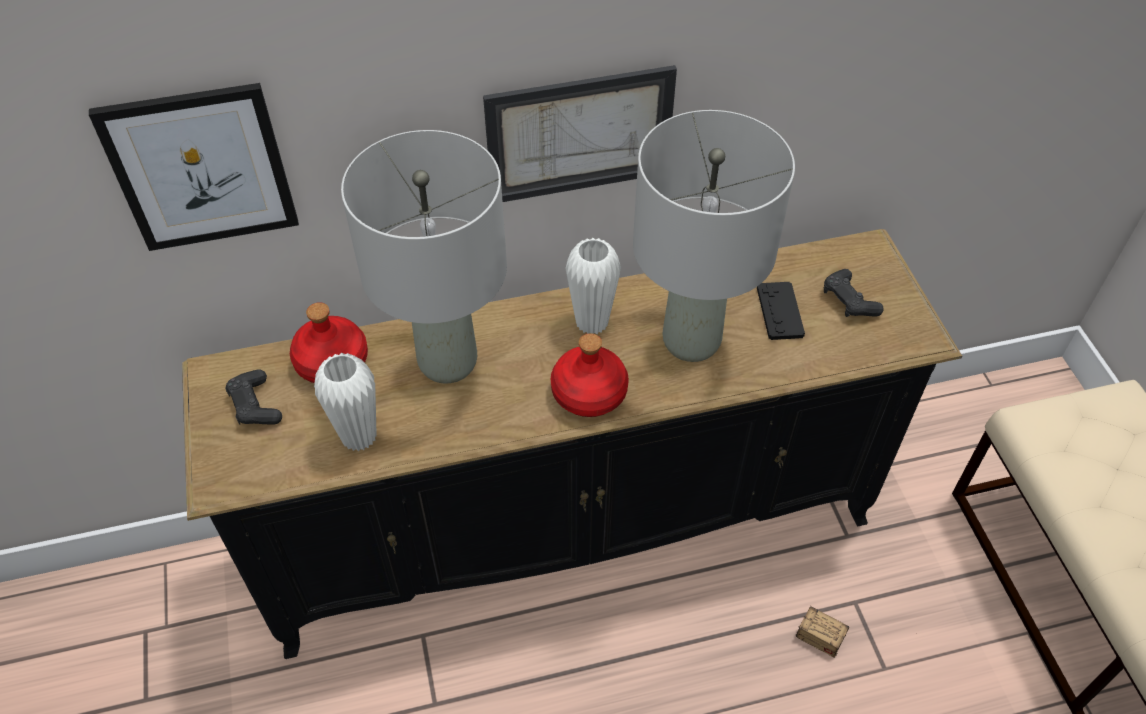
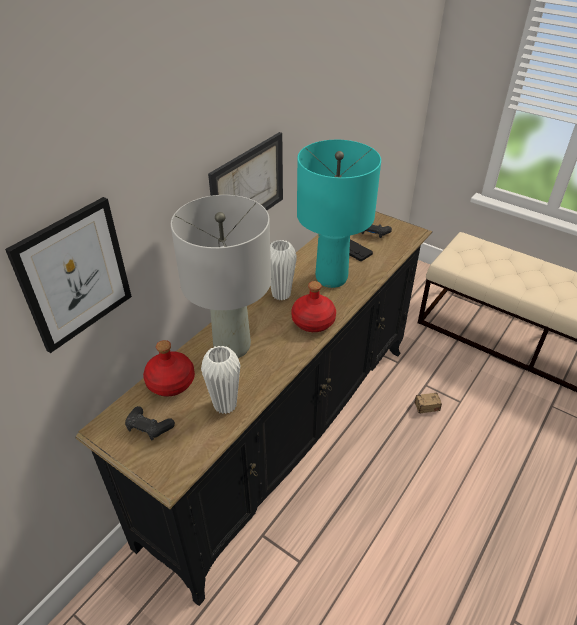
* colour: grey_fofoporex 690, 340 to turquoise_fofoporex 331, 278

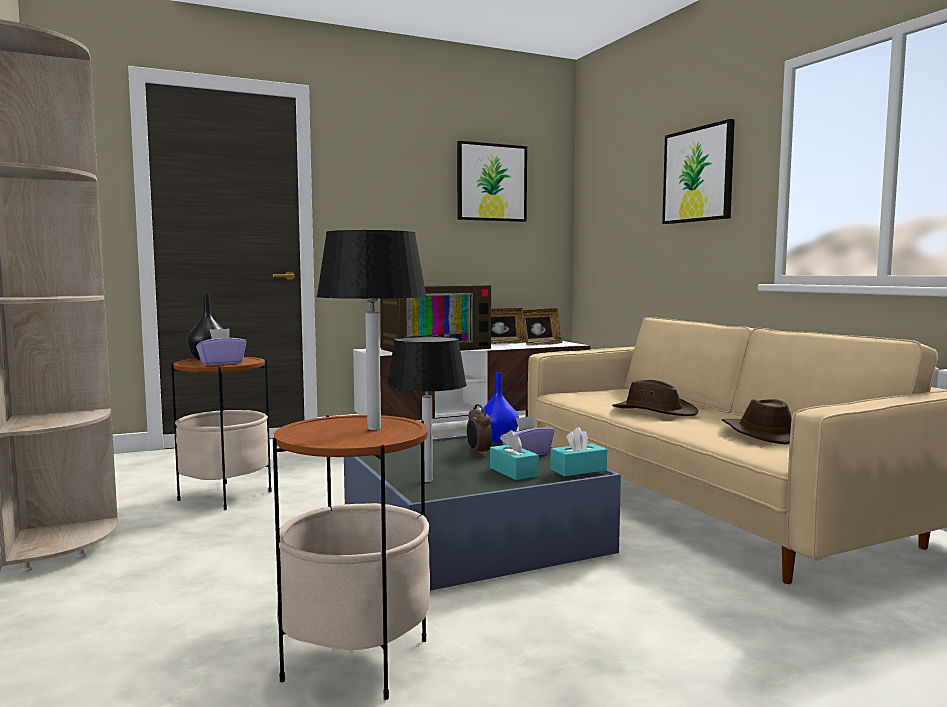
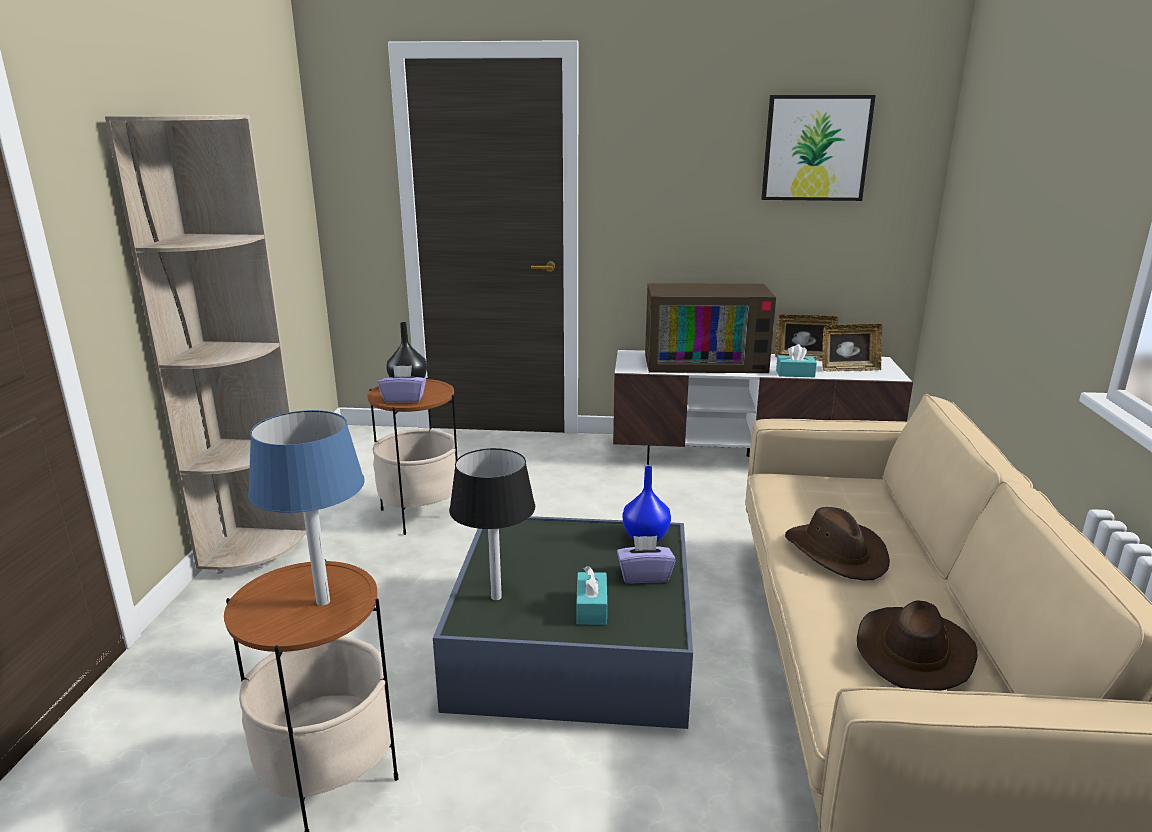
* colour: black_fofoporex 373, 428 to blue_fofoporex 323, 601
* relocated: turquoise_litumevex 578, 470 to 795, 374
* missing: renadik 478, 453
* missing: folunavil 698, 175

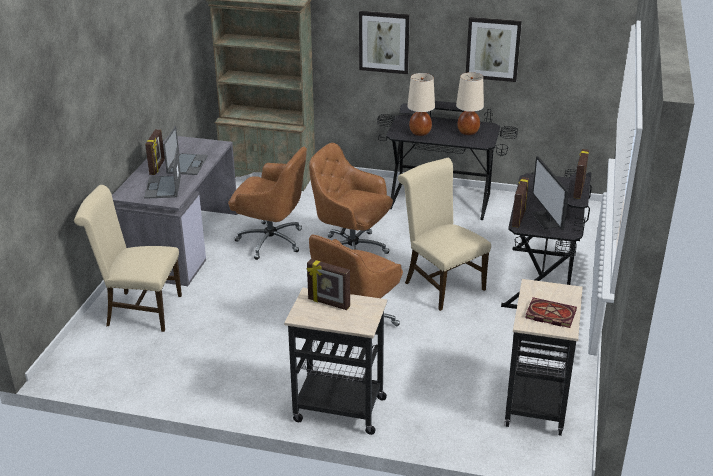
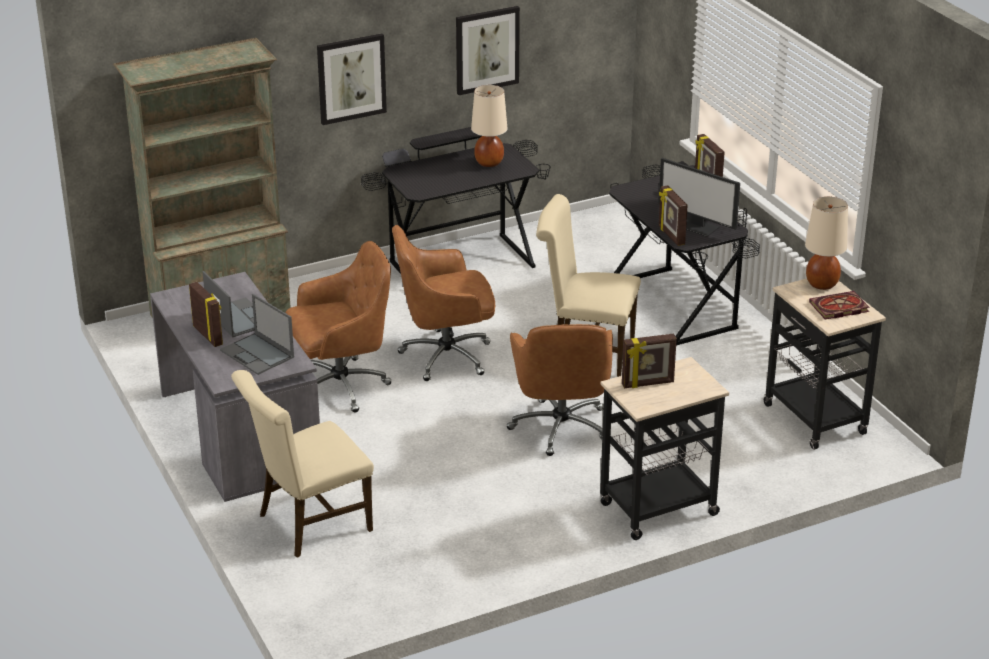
* relocated: beige_fofoporex 420, 133 to 822, 284

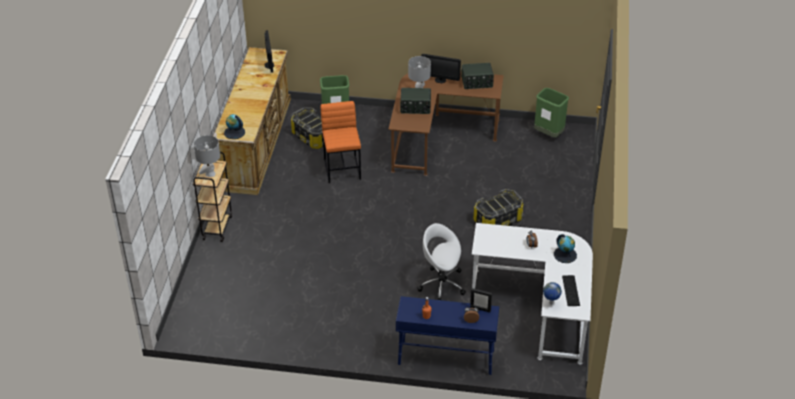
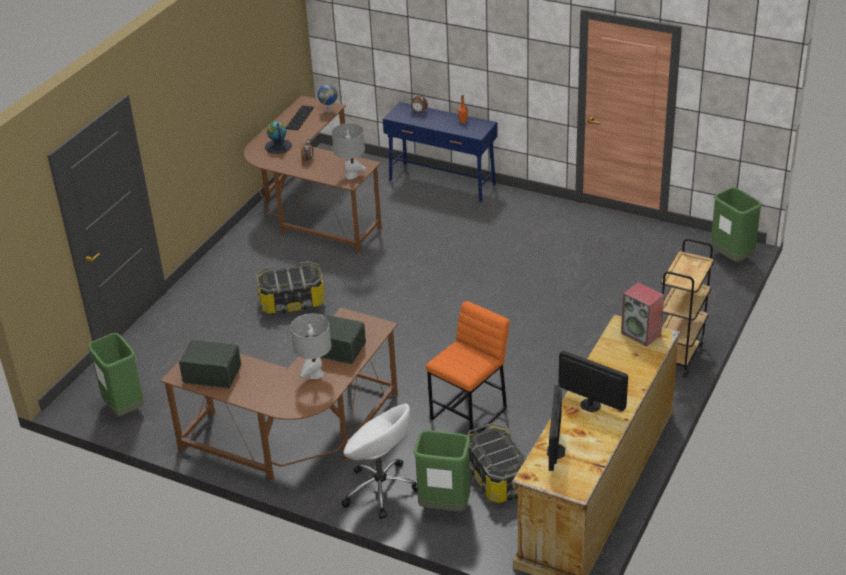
* colour: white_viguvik 539, 307 to brown_viguvik 312, 208
* relocated: grey_fofoporex 210, 174 to 351, 176
* relocated: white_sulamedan 441, 285 to 382, 490
* spun: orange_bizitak 342, 168 = 469, 412 150 degrees counterclockwise
* relocated: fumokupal 440, 80 to 590, 405
* exchanged: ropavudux 234, 132 to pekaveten 641, 334
* appeared: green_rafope 731, 257
* missing: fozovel 480, 308

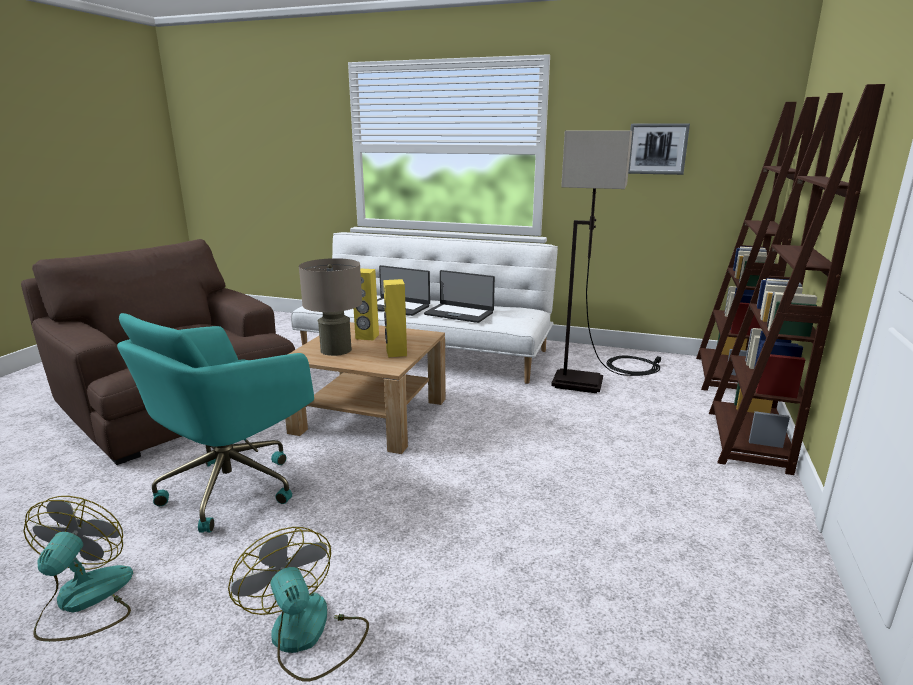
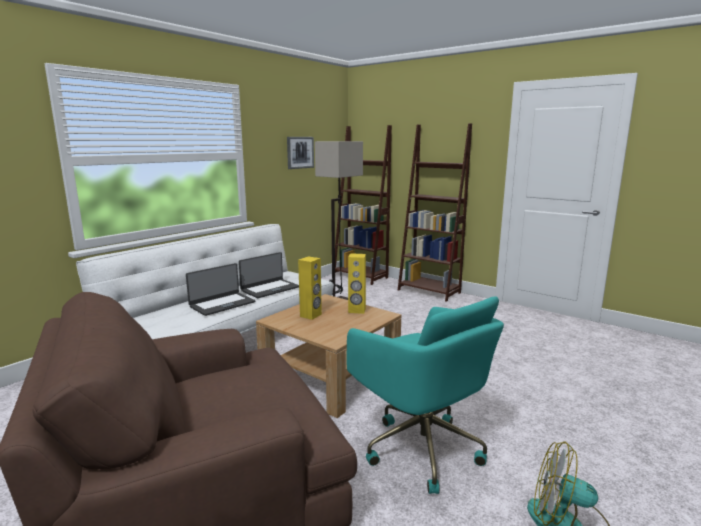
* missing: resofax 307, 636
* missing: beige_fofoporex 336, 350

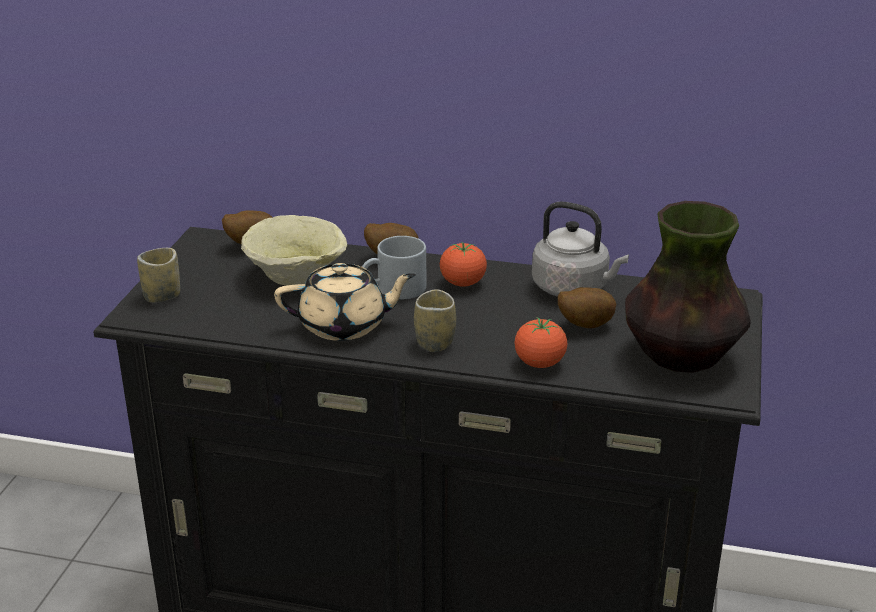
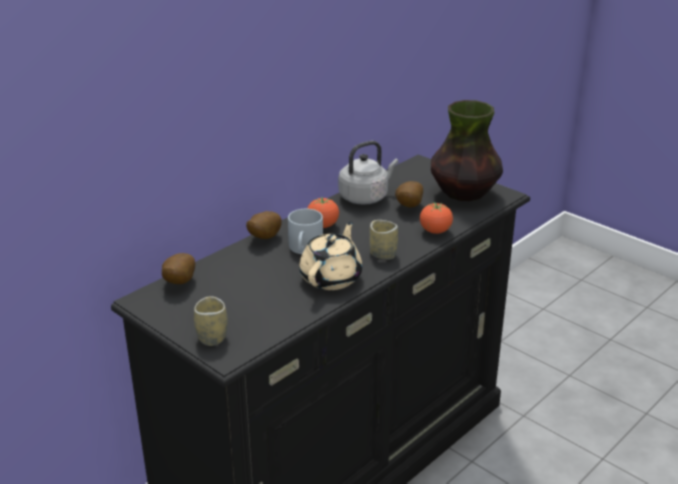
* missing: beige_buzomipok 297, 275

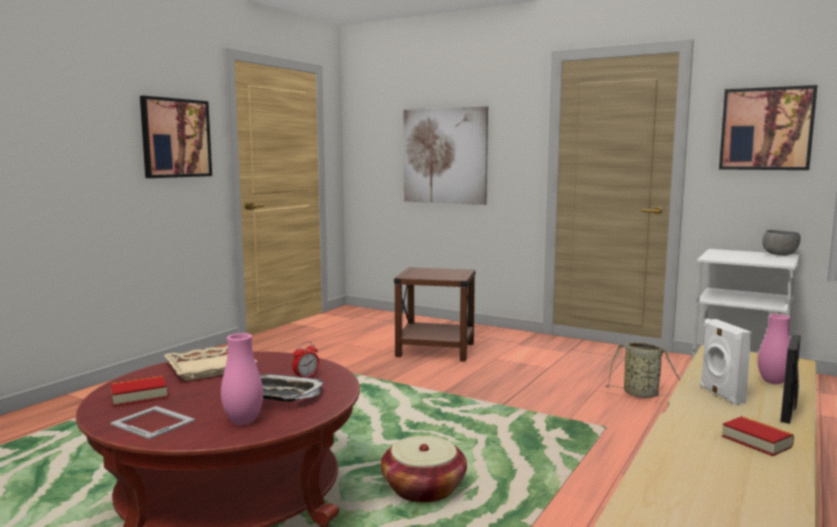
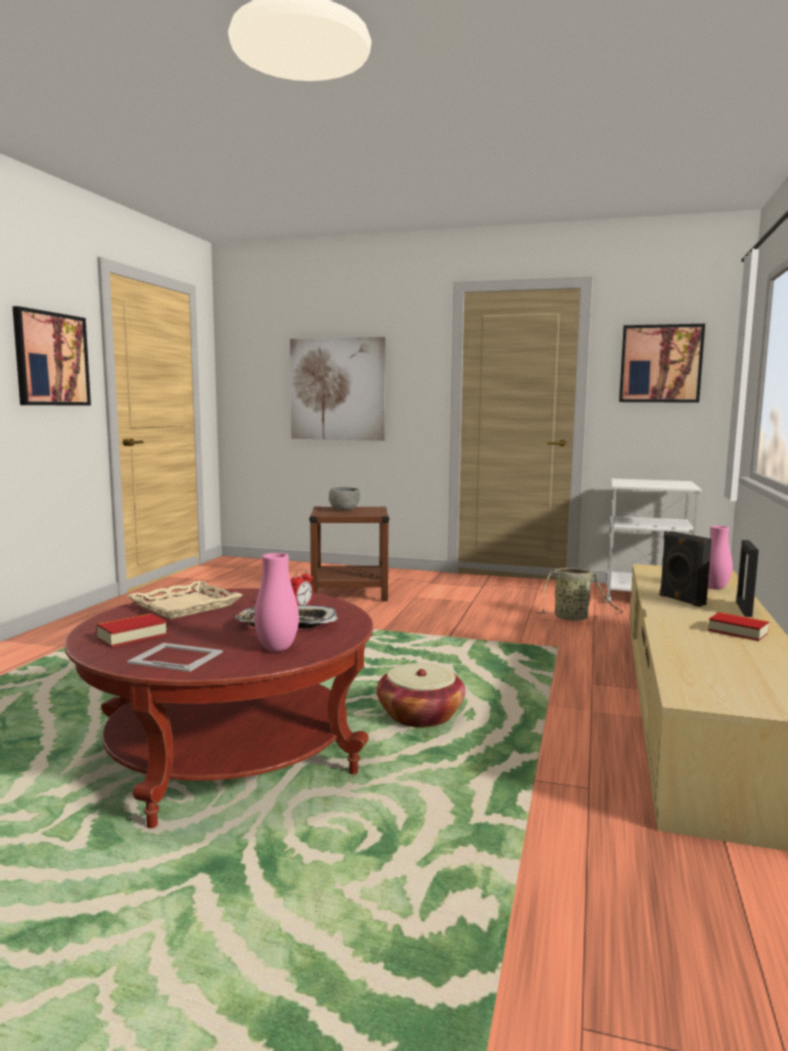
* relocated: grey_buzomipok 780, 255 to 345, 510
* colour: white_pekaveten 720, 394 to black_pekaveten 681, 600

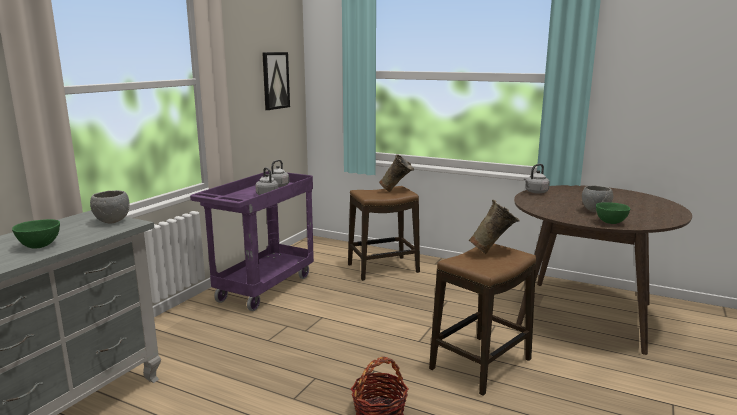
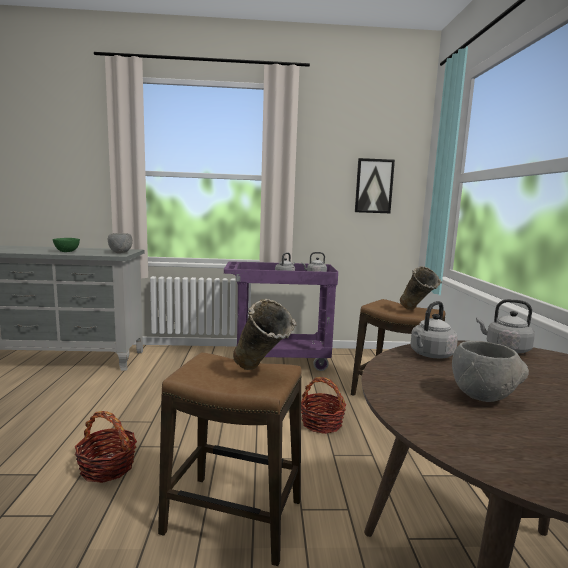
* appeared: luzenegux 322, 423
* appeared: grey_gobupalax 430, 355
* missing: green_buzomipok 611, 223

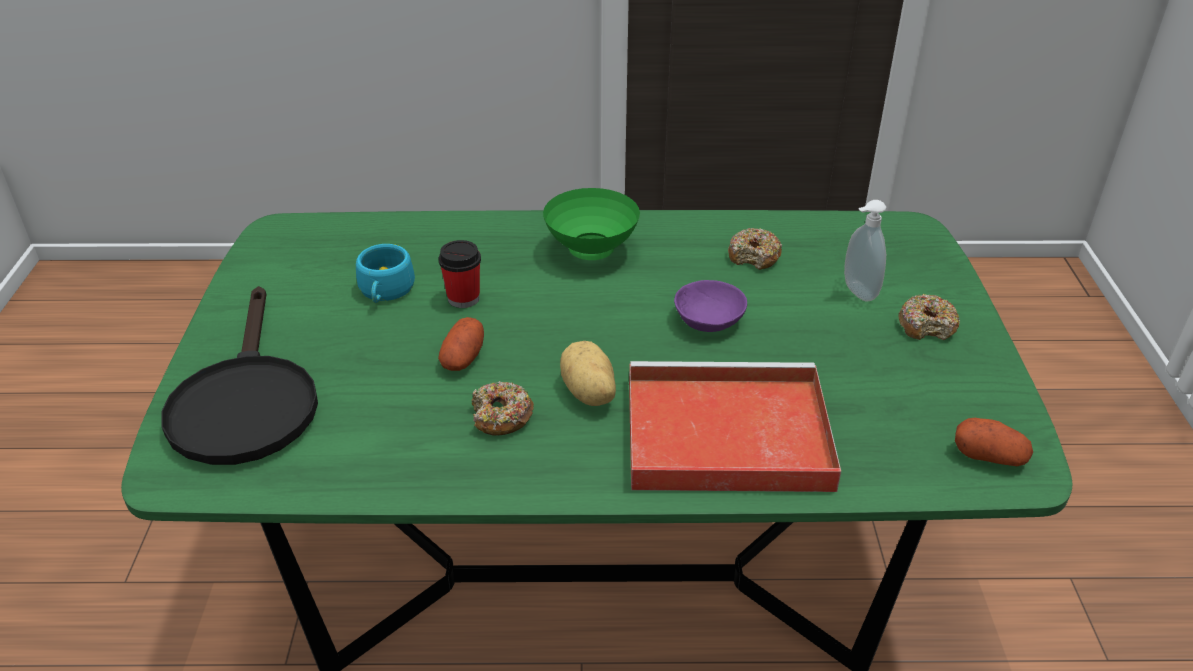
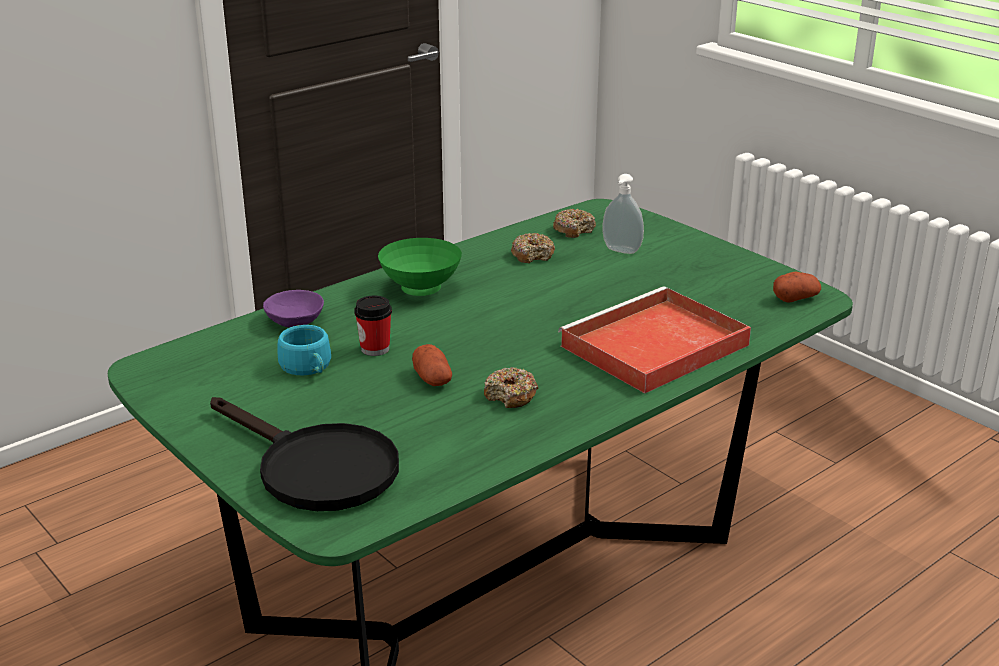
* relocated: purple_buzomipok 710, 321 to 297, 321
* relocated: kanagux 927, 326 to 574, 230
* missing: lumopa 587, 393

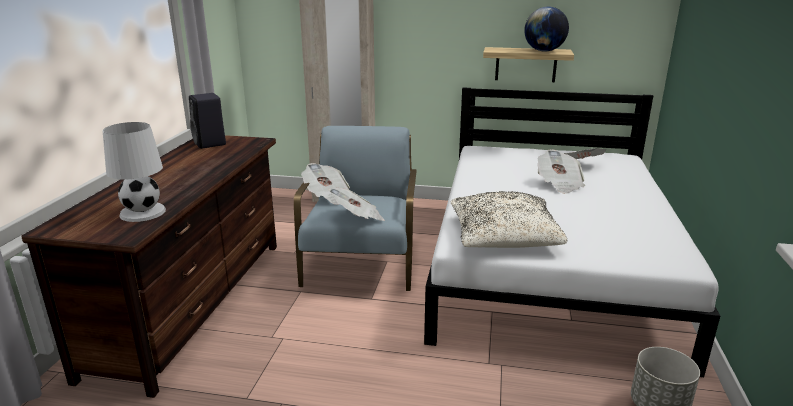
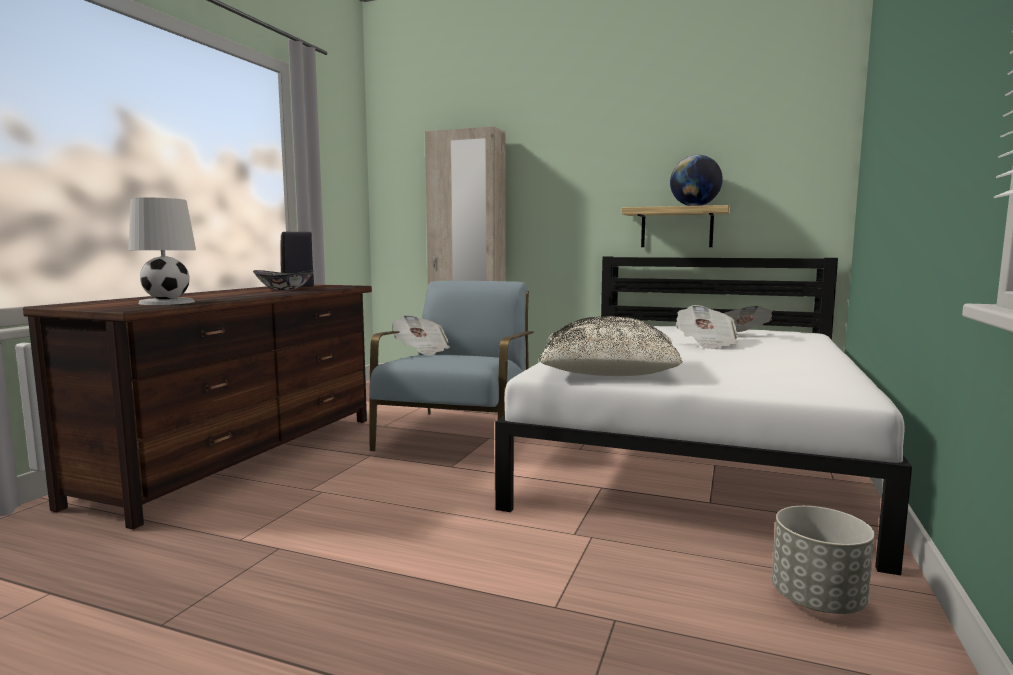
* appeared: buzomipok 284, 289
* missing: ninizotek 358, 217

